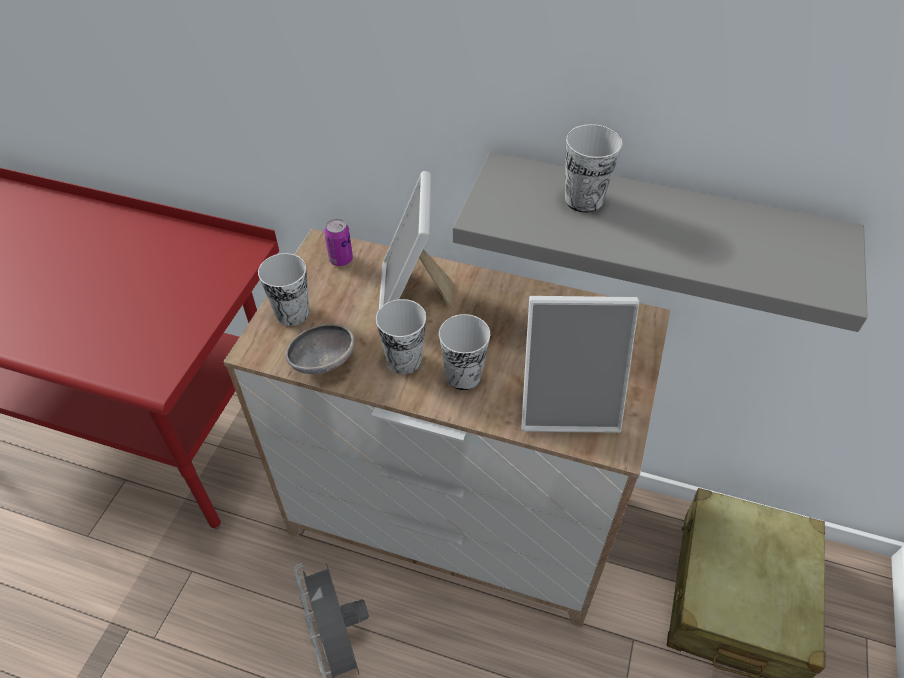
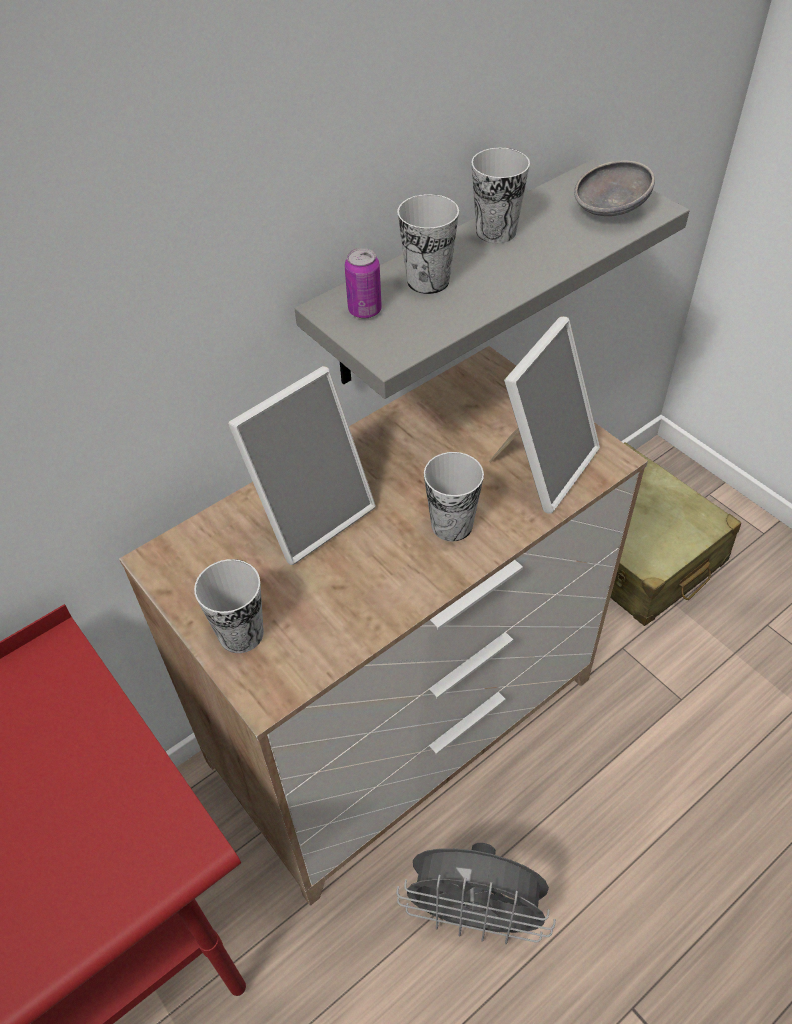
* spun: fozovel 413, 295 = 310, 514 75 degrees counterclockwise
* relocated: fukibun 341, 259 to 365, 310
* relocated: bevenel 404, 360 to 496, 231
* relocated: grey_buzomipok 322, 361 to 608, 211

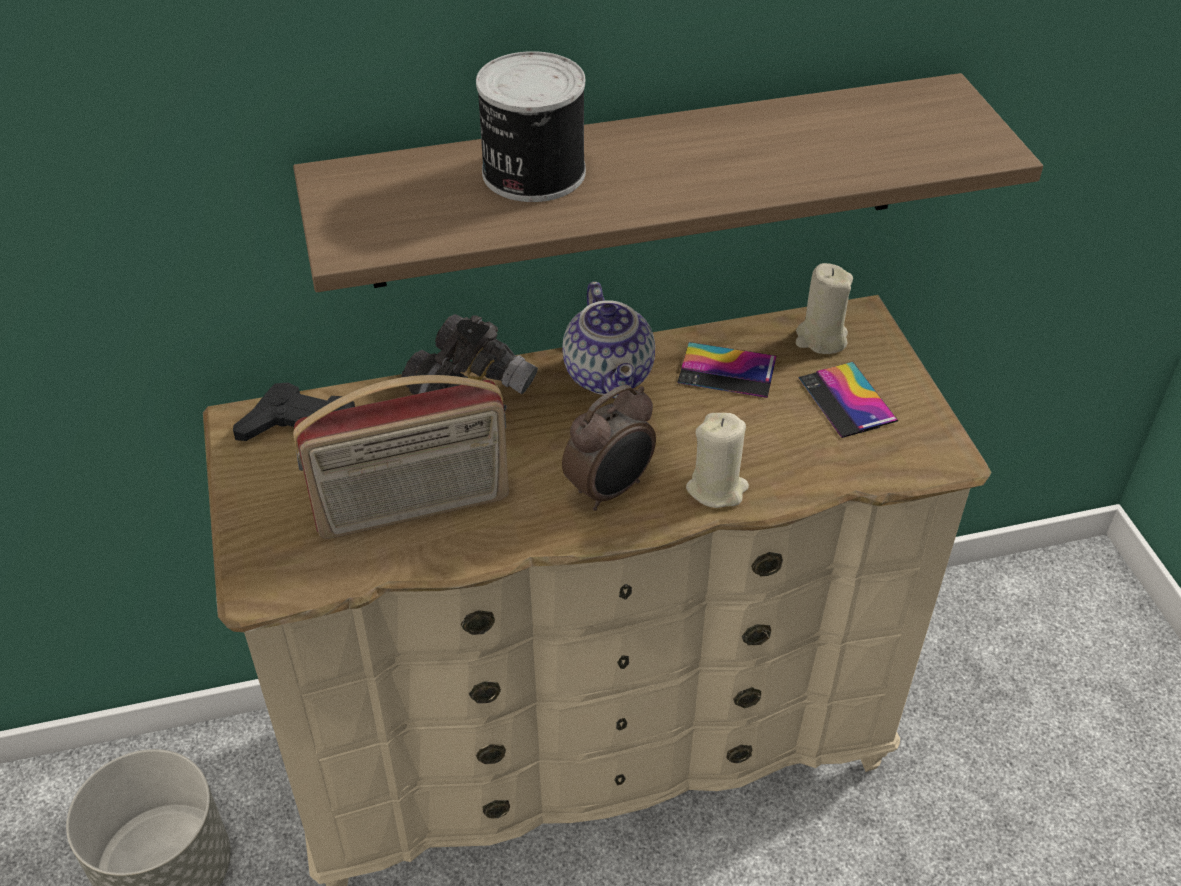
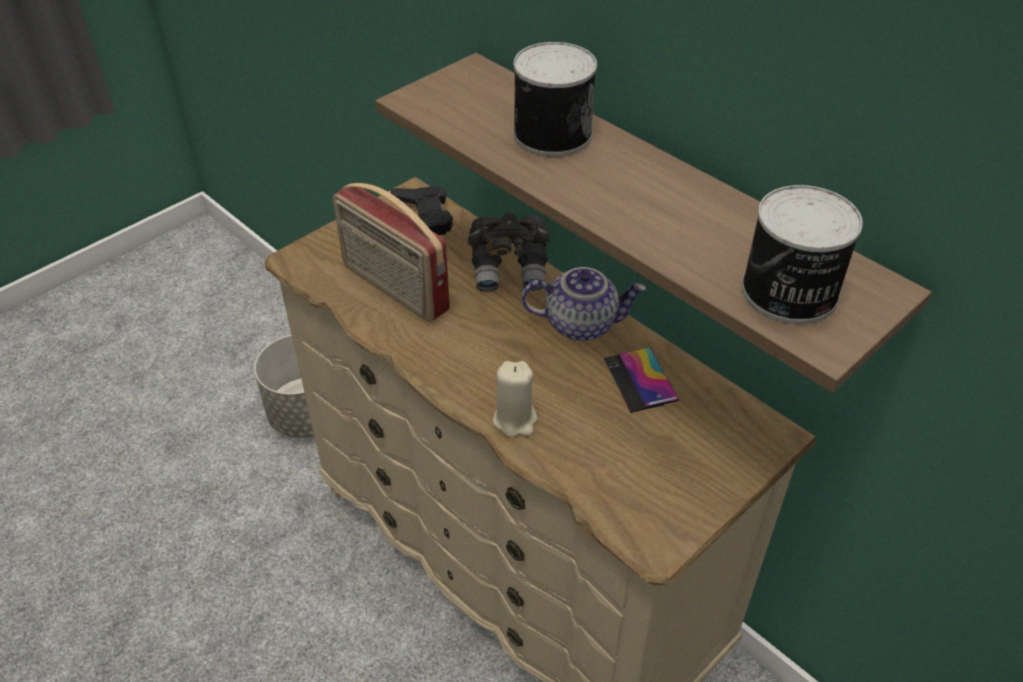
* spun: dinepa 611, 376 = 581, 323 135 degrees counterclockwise
* appeared: fukibun 789, 293
* missing: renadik 611, 490
* missing: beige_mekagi 821, 338
* missing: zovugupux 847, 400

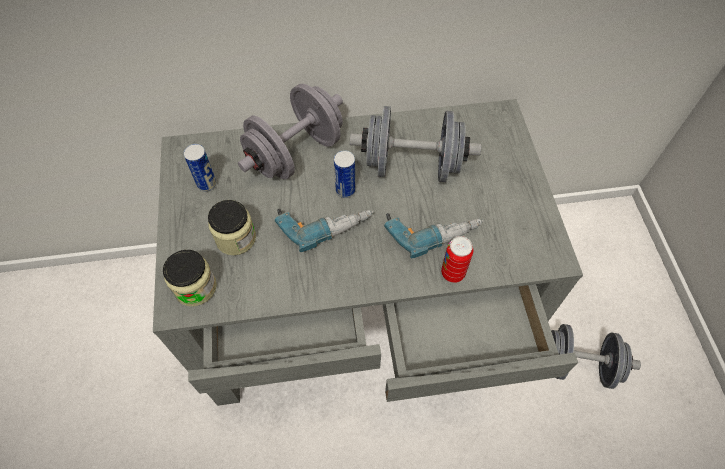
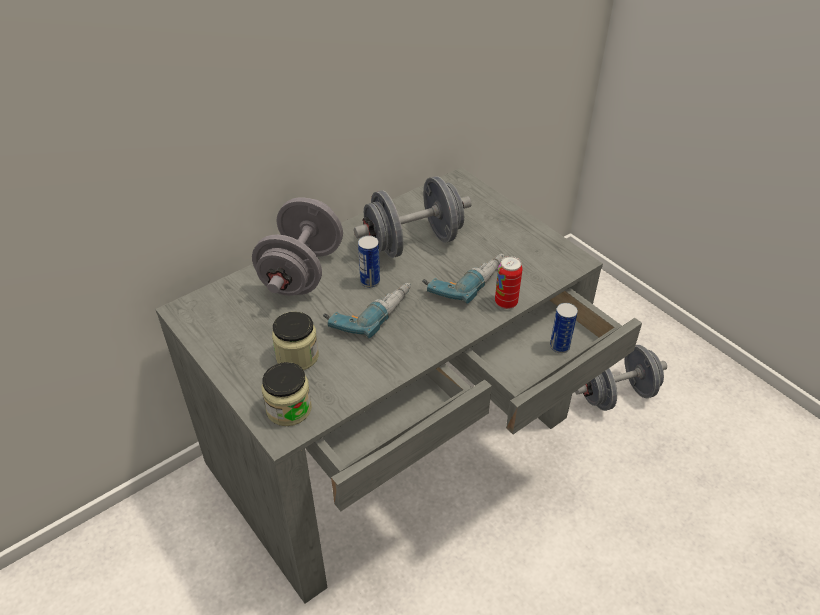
* relocated: fukibun 207, 184 to 559, 347

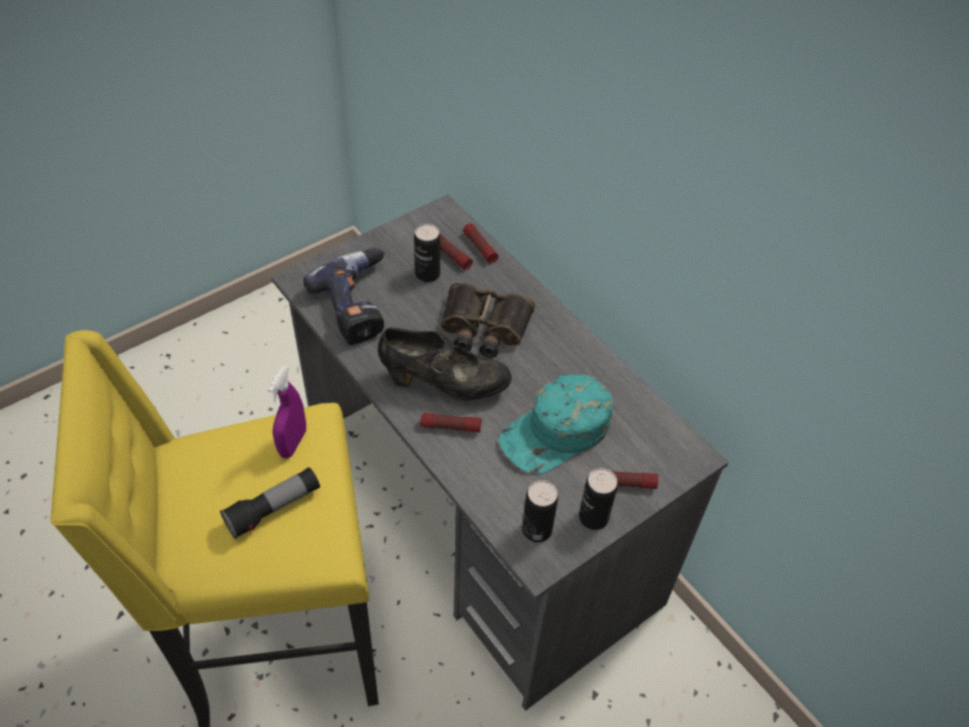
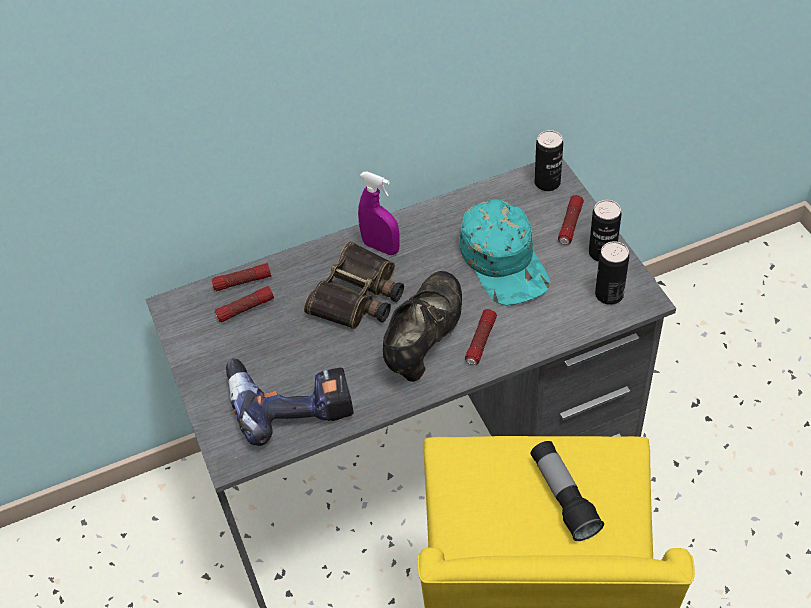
* relocated: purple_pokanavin 293, 443 to 381, 247
* relocated: fukibun 427, 274 to 547, 183

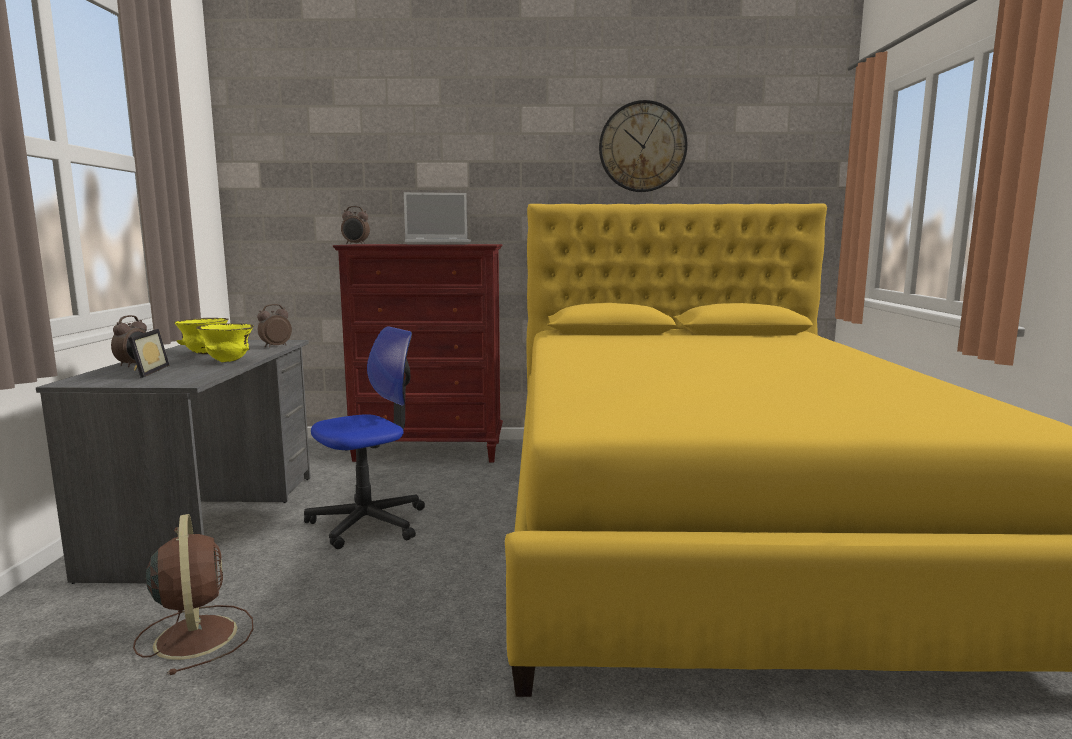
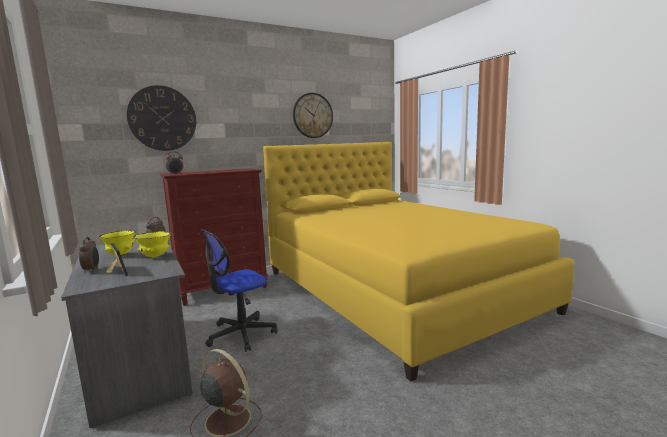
* appeared: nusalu 162, 118
* spun: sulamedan 368, 523 = 241, 334 150 degrees counterclockwise
* missing: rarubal 438, 244

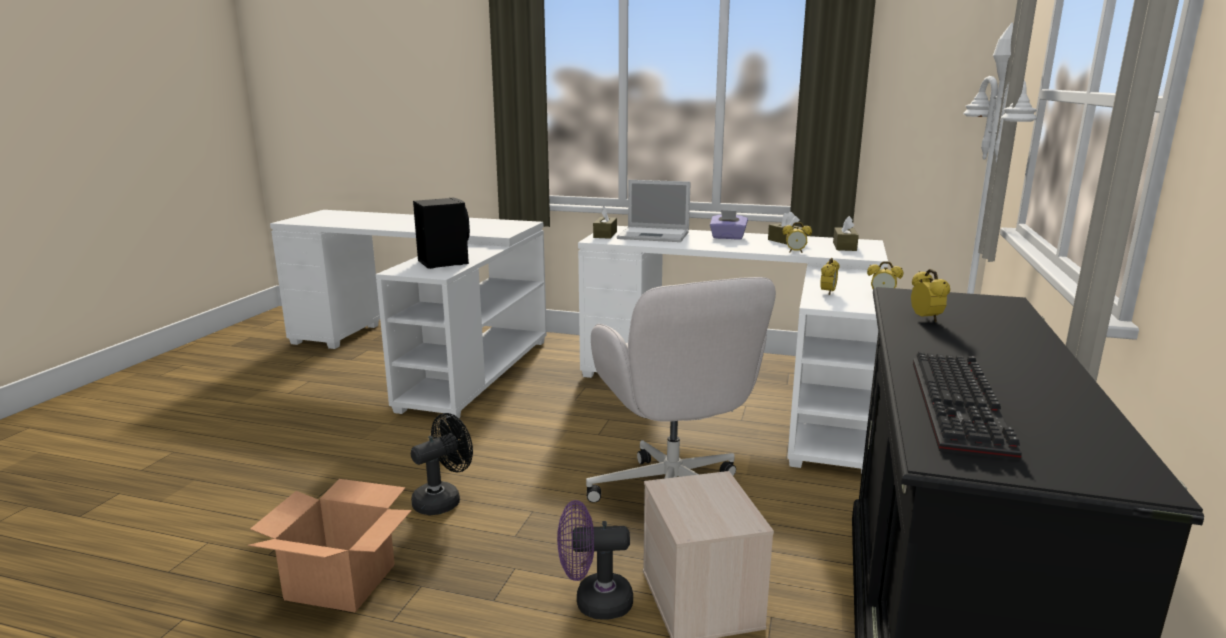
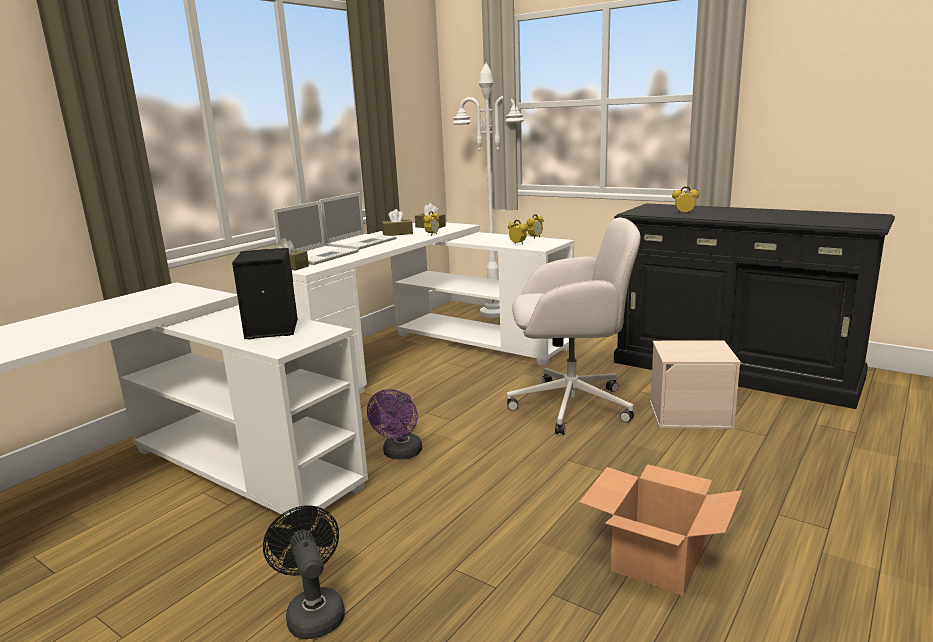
* relocated: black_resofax 443, 500 to 313, 611
* exchanged: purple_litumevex 728, 237 to rarubal 361, 242
* relocated: purple_resofax 594, 602 to 400, 454
* missing: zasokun 964, 408

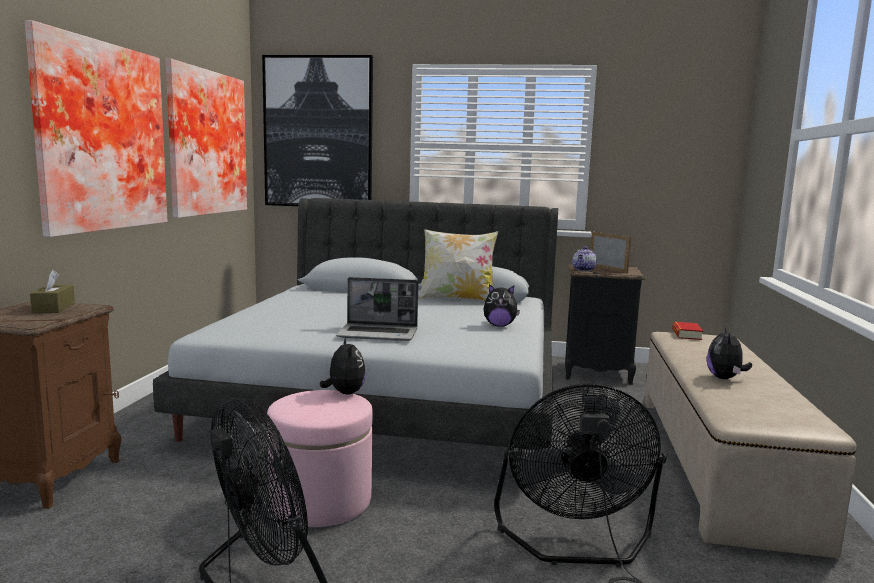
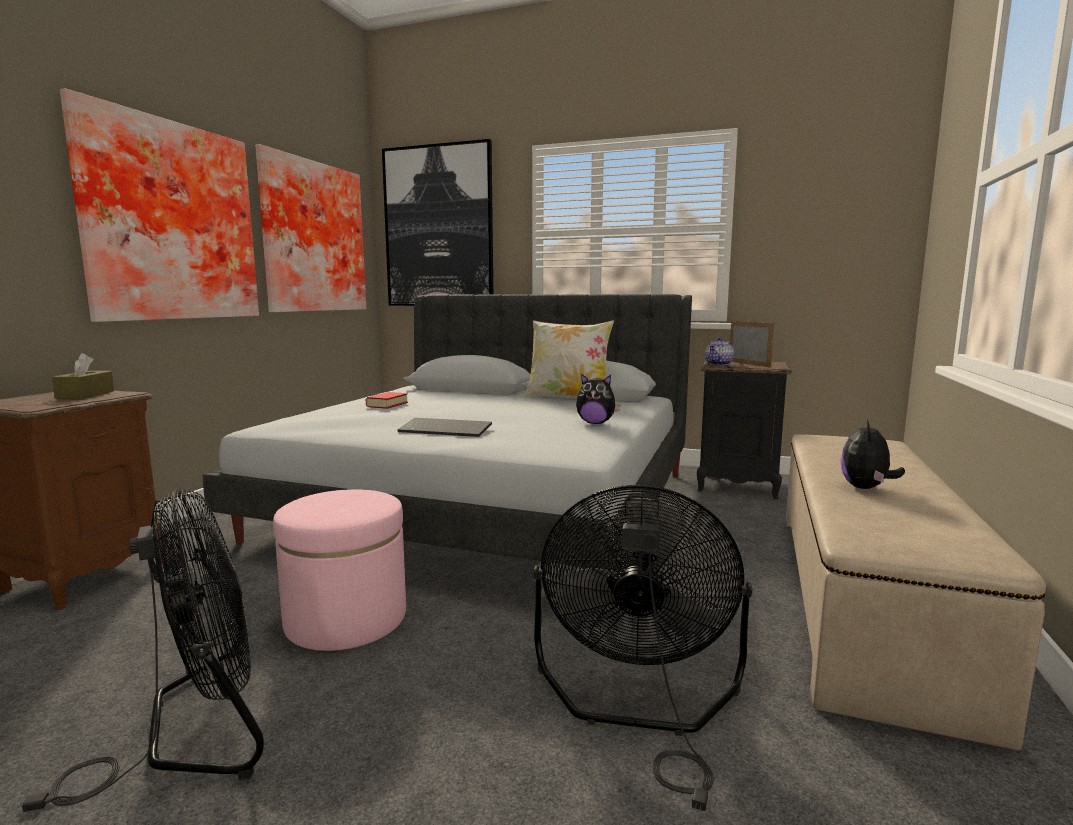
* relocated: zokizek 686, 334 to 387, 404
* exchanged: rarubal 379, 334 to zasokun 447, 429
* missing: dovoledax 344, 393

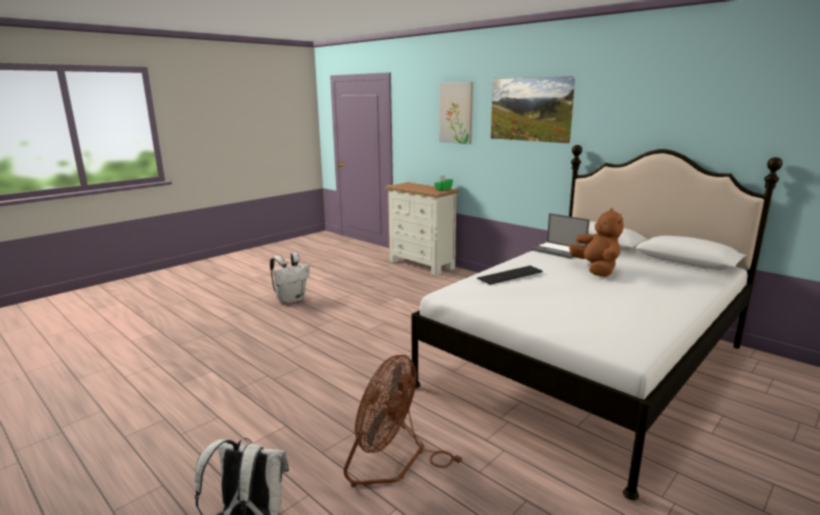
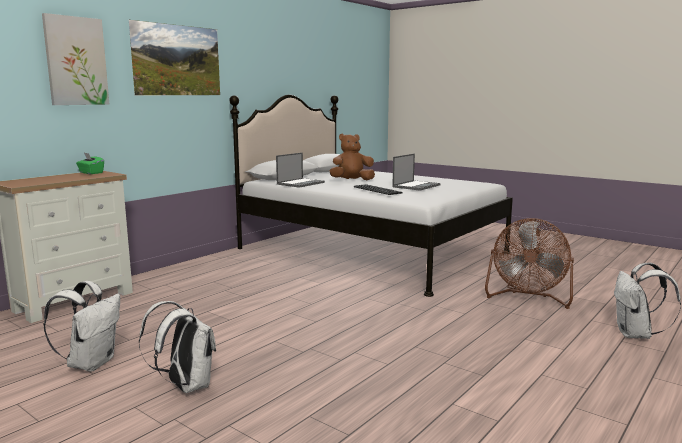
* appeared: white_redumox 91, 363
* appeared: rarubal 416, 186

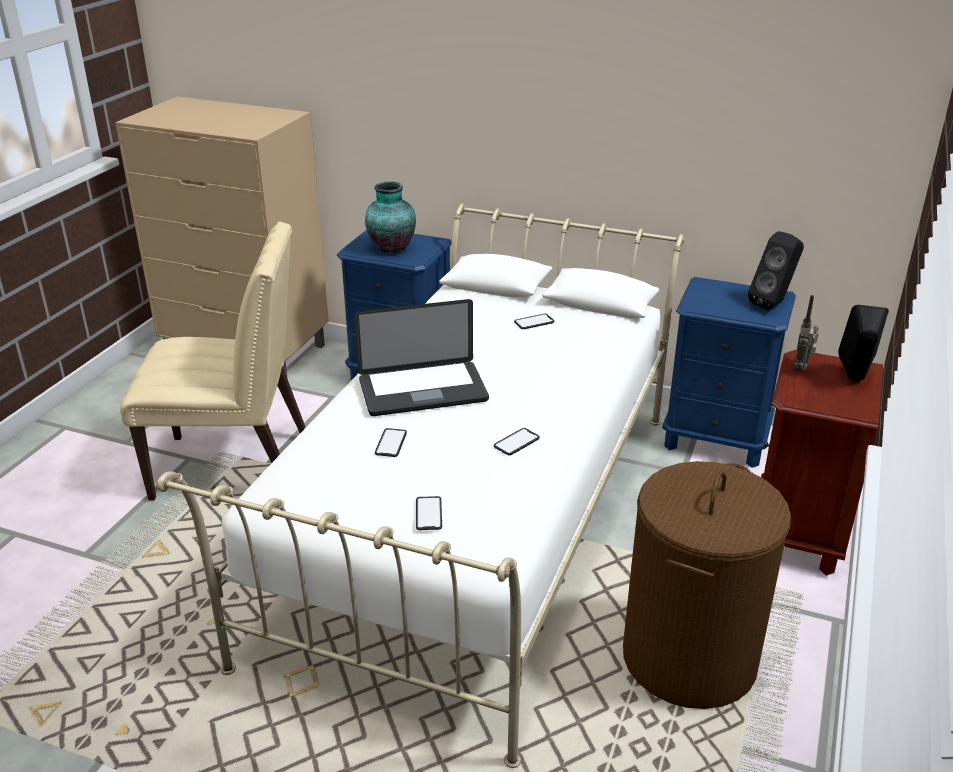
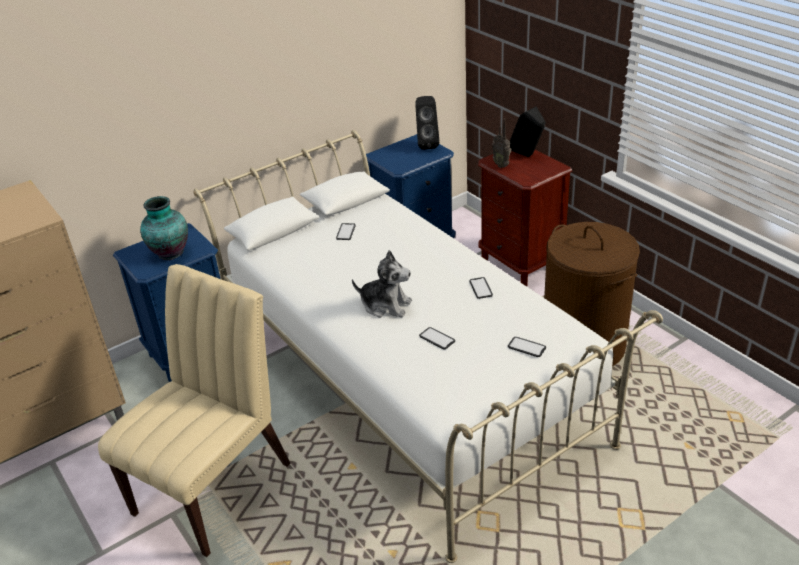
* exchanged: rarubal 423, 390 to dovoledax 385, 305

